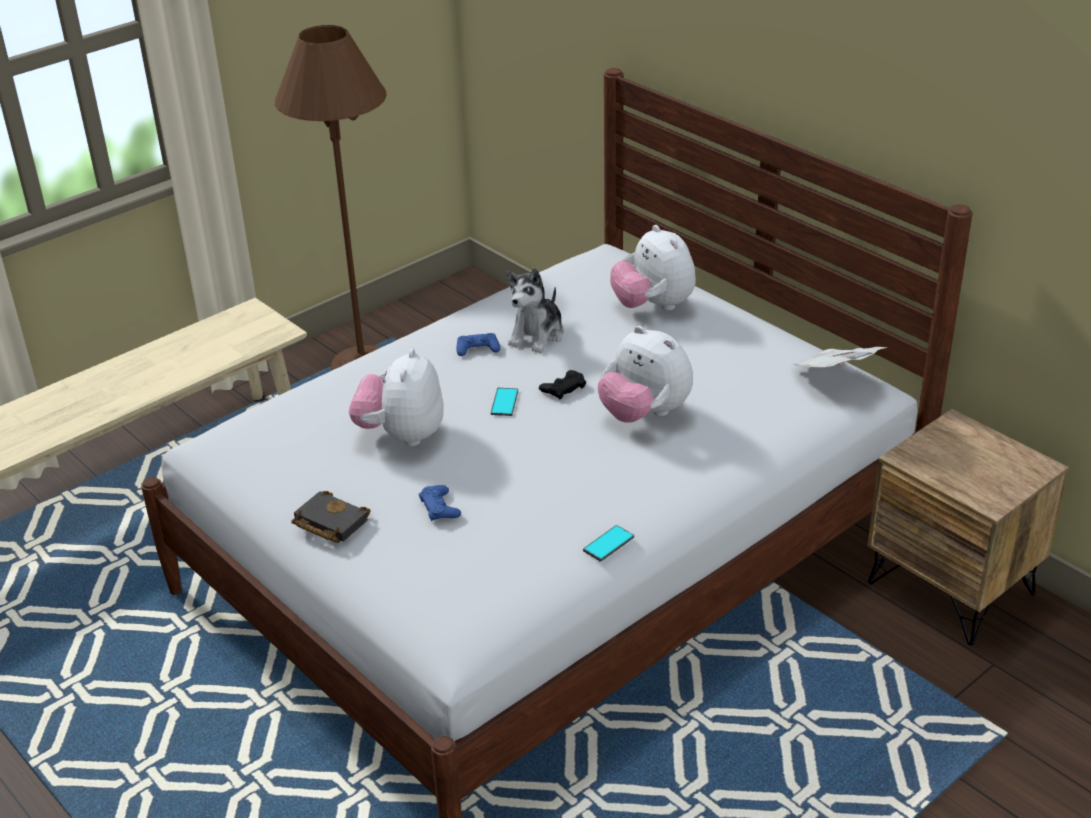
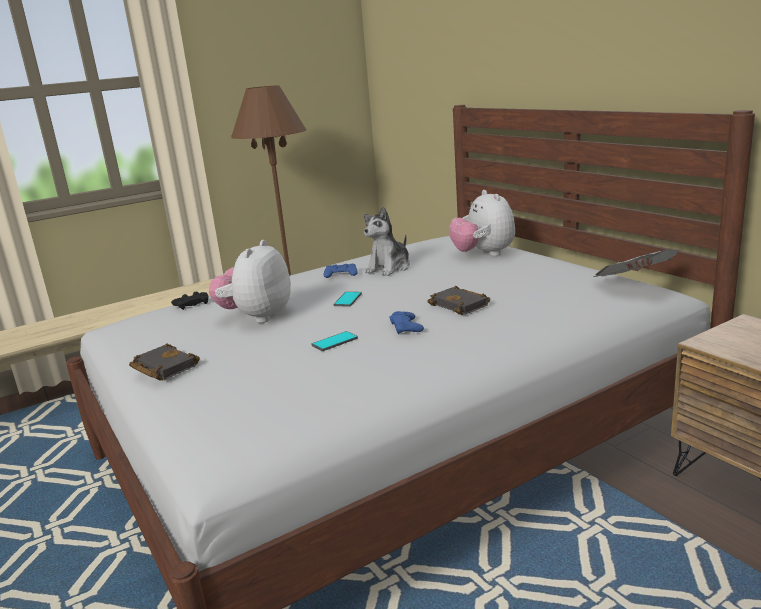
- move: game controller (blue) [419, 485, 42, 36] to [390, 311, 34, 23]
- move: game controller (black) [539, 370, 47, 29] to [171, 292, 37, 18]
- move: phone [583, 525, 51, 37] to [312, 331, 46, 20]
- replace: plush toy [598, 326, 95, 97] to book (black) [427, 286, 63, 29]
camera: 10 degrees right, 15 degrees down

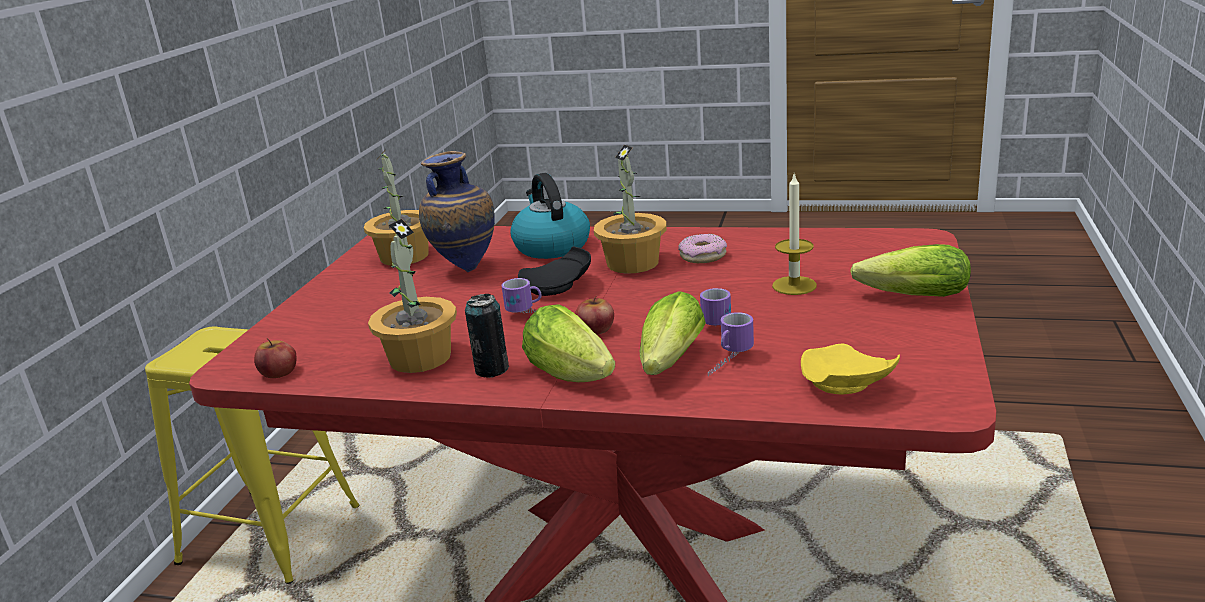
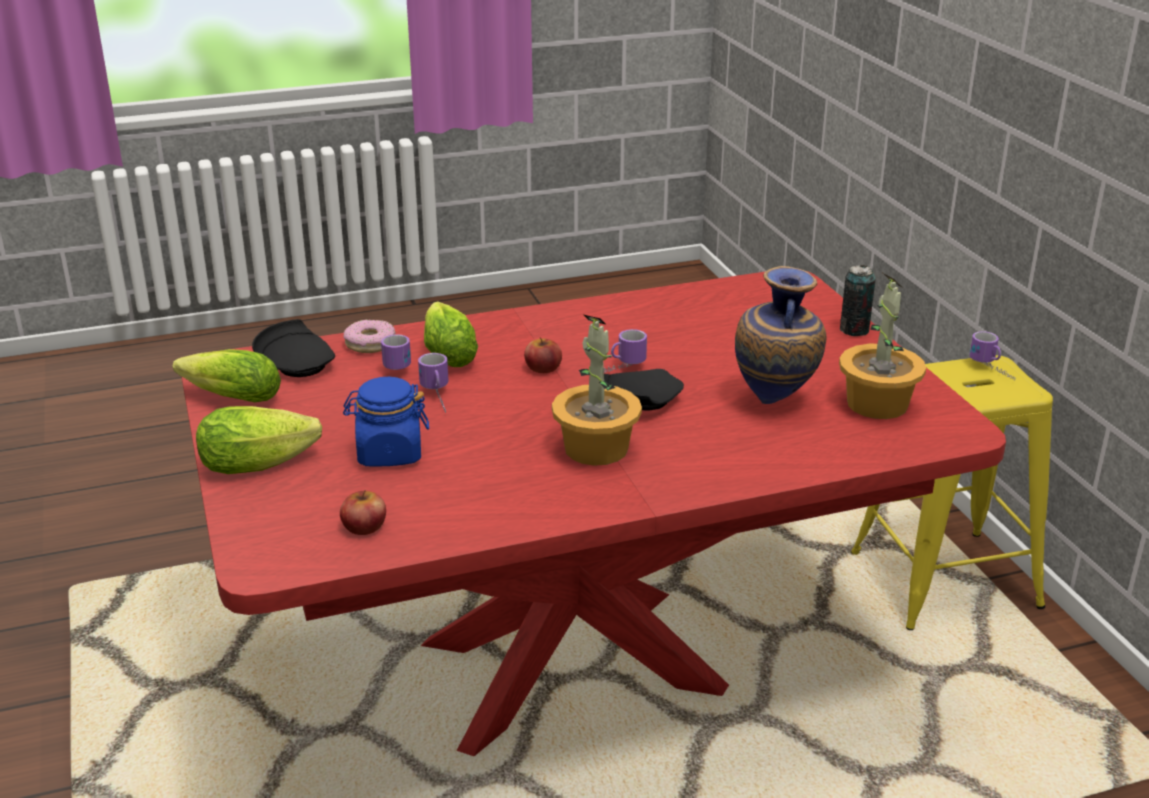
- delete: potted plant [368, 219, 89, 154]
- delete: kettle [510, 173, 80, 86]
- insert: mug [970, 331, 45, 50]
- move: apple [254, 338, 42, 40] to [340, 490, 46, 45]
- move: can [465, 294, 44, 84] to [840, 265, 36, 71]
- move: lettuce [522, 304, 93, 78] to [172, 349, 109, 53]
- move: donut [678, 234, 49, 29] to [344, 320, 51, 33]
- replace: candle [772, 174, 45, 121] to jar (blue) [343, 377, 86, 90]
- recolor: plate (yellow) [801, 344, 99, 51] to plate (black) [252, 319, 83, 58]
camera: 145 degrees right, 5 degrees up

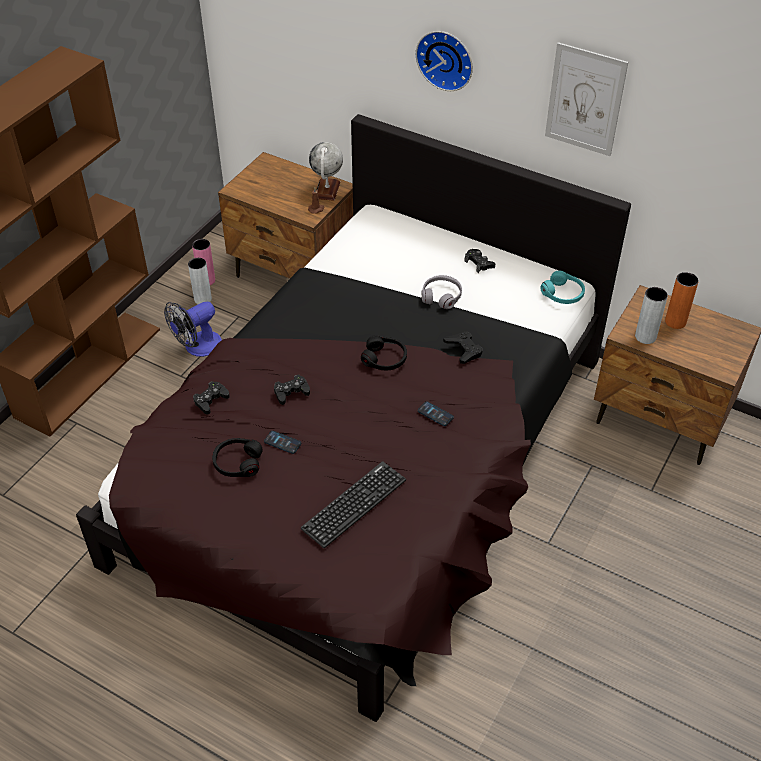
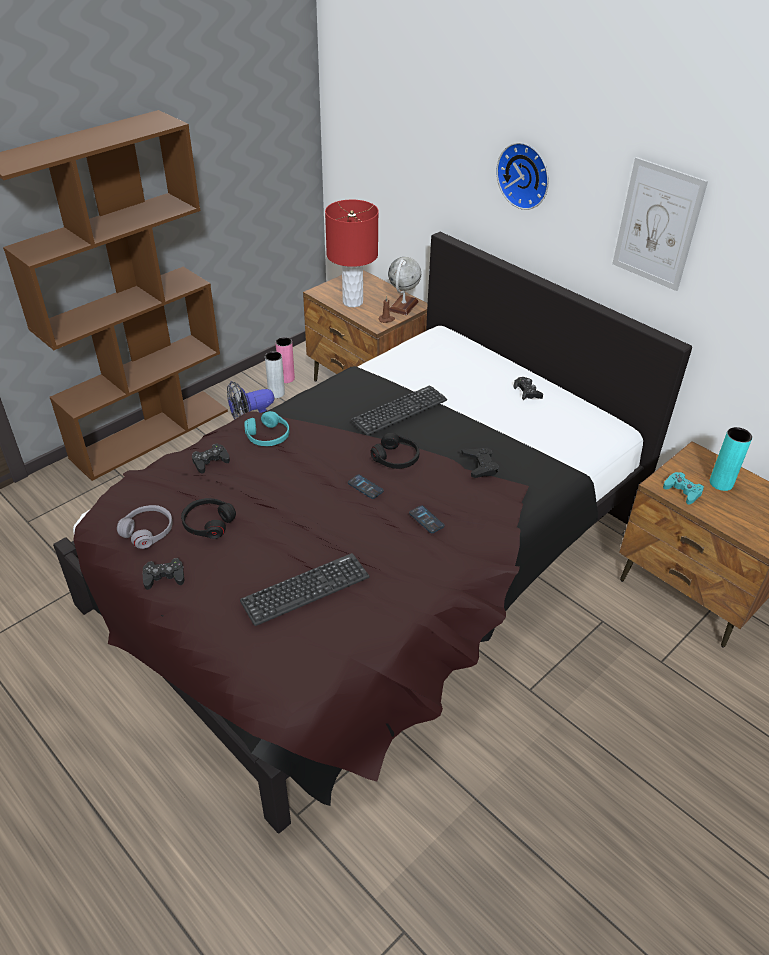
- insert: table lamp (red) [325, 200, 54, 107]
- insert: keyboard [351, 385, 96, 51]
- move: phone [264, 431, 37, 23] to [348, 475, 36, 24]
- move: game controller (black) [274, 375, 36, 30] to [143, 558, 41, 32]
- move: headphones (grey) [422, 275, 40, 34] to [117, 505, 56, 44]
- move: headphones (turquoise) [540, 271, 45, 33] to [244, 411, 45, 35]
- replace: vase (grey) [635, 287, 33, 57] to game controller (turquoise) [663, 472, 41, 32]
- recolor: vase (orange) [665, 272, 34, 57] to vase (turquoise) [710, 427, 42, 64]
camera: 15 degrees right, 5 degrees down

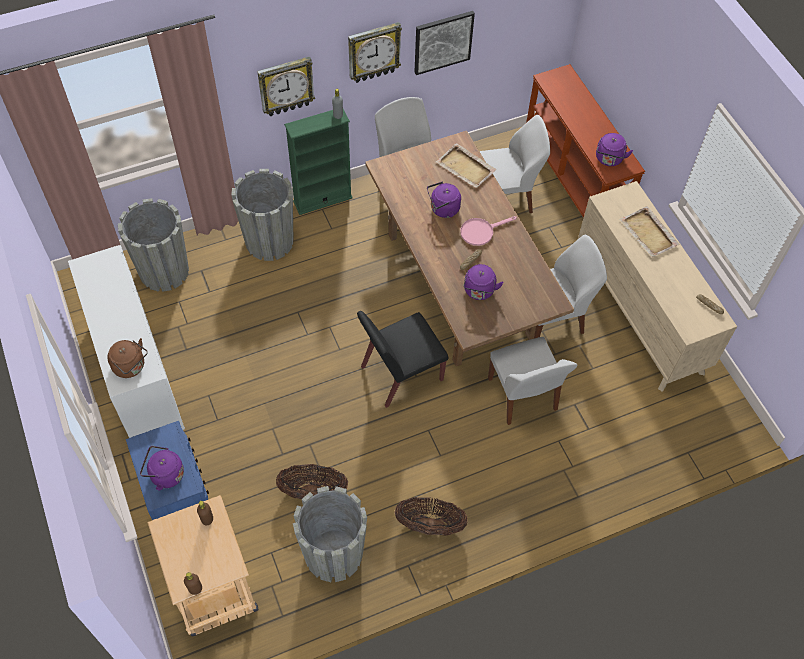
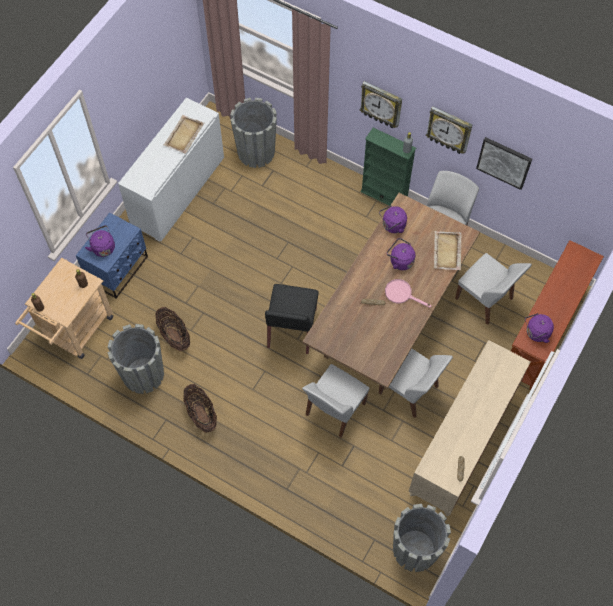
- delete: kettle (brown) [107, 338, 41, 40]
- move: planter (grey) [231, 169, 62, 92] to [393, 504, 58, 68]
- move: kettle (purple) [464, 264, 40, 36] to [379, 206, 28, 27]
- move: tray (beige) [620, 206, 59, 51] to [164, 115, 40, 39]
- rotate: chair (black) [357, 311, 91, 97] = [265, 284, 54, 70] 105 degrees counterclockwise
camera: 55 degrees right, 5 degrees up

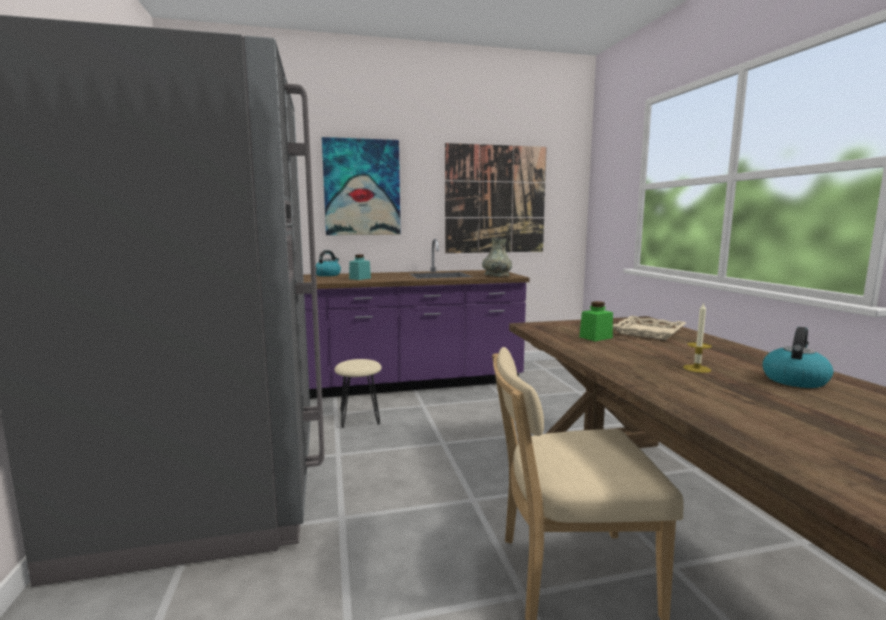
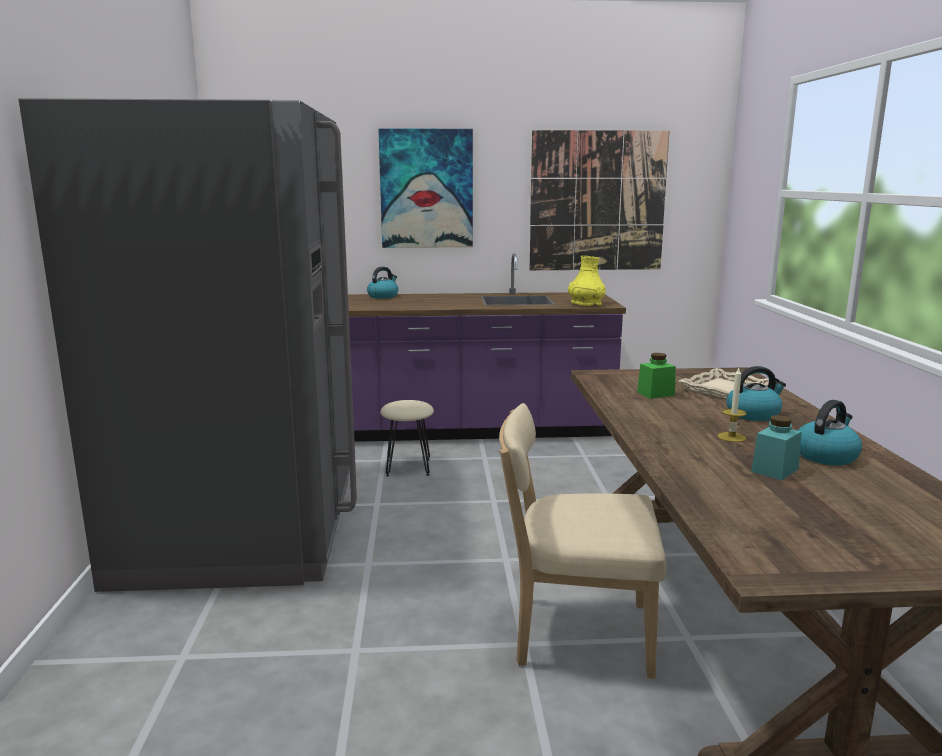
- insert: kettle [726, 366, 60, 55]
- move: jar (turquoise) [349, 254, 22, 26] to [751, 415, 50, 65]
- recolor: vase (grey) [482, 238, 30, 39] to vase (yellow) [568, 256, 38, 50]
camera: 10 degrees right, 5 degrees up

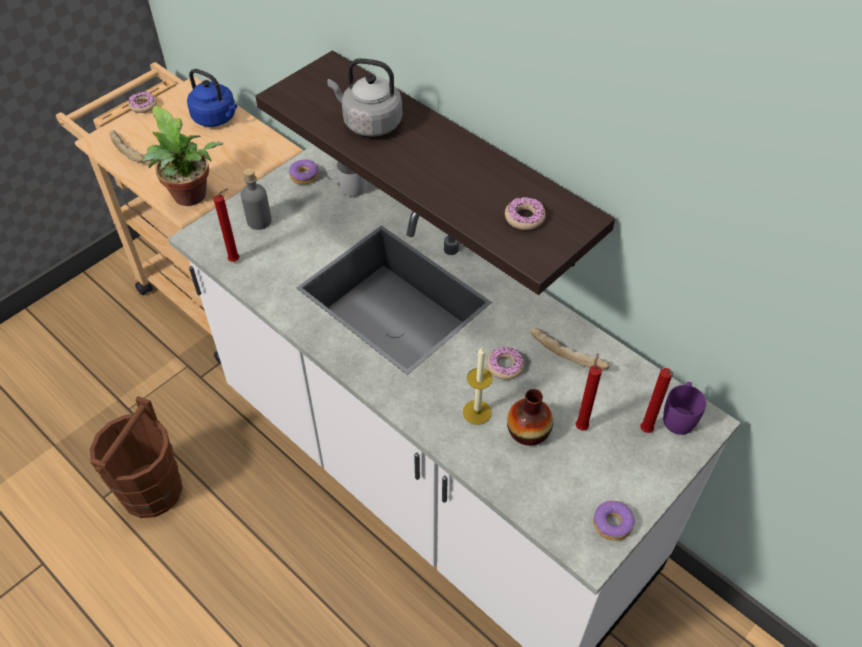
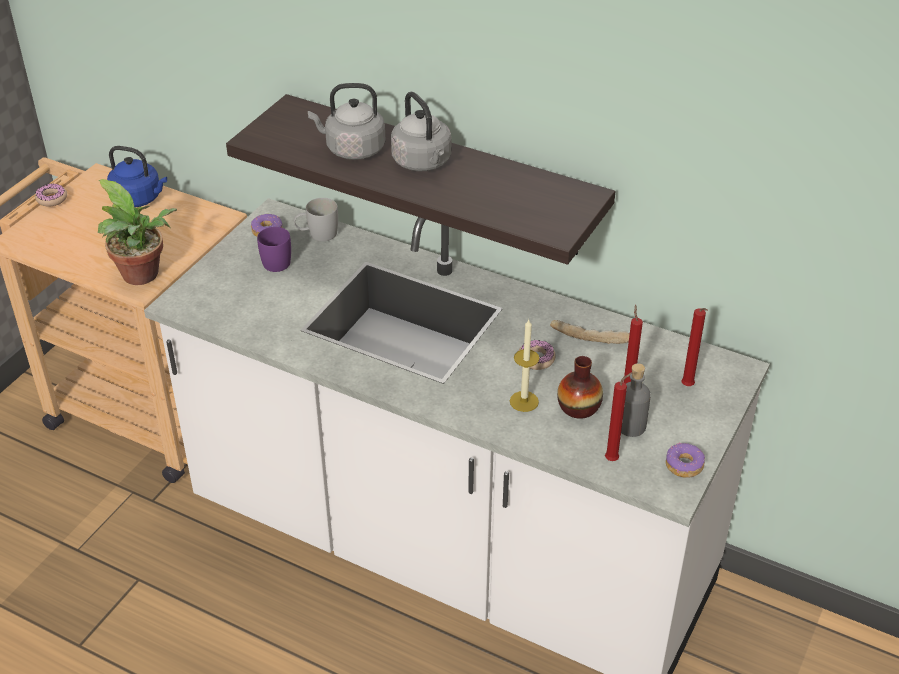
- delete: bucket (brown) [90, 396, 93, 122]
- delete: bread [109, 130, 35, 33]
- delete: donut [505, 197, 41, 33]
- insert: kettle (grey) [391, 92, 60, 79]
- move: candle (red) [214, 189, 26, 73] to [605, 372, 28, 89]
- move: bottle (grey) [241, 168, 31, 62] to [621, 363, 30, 74]
- move: mug (purple) [663, 382, 43, 53] to [257, 227, 34, 45]
camera: 15 degrees left, 10 degrees down

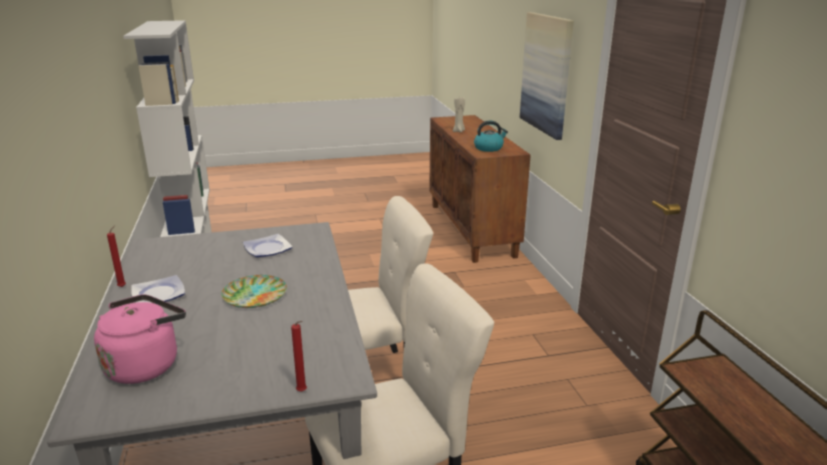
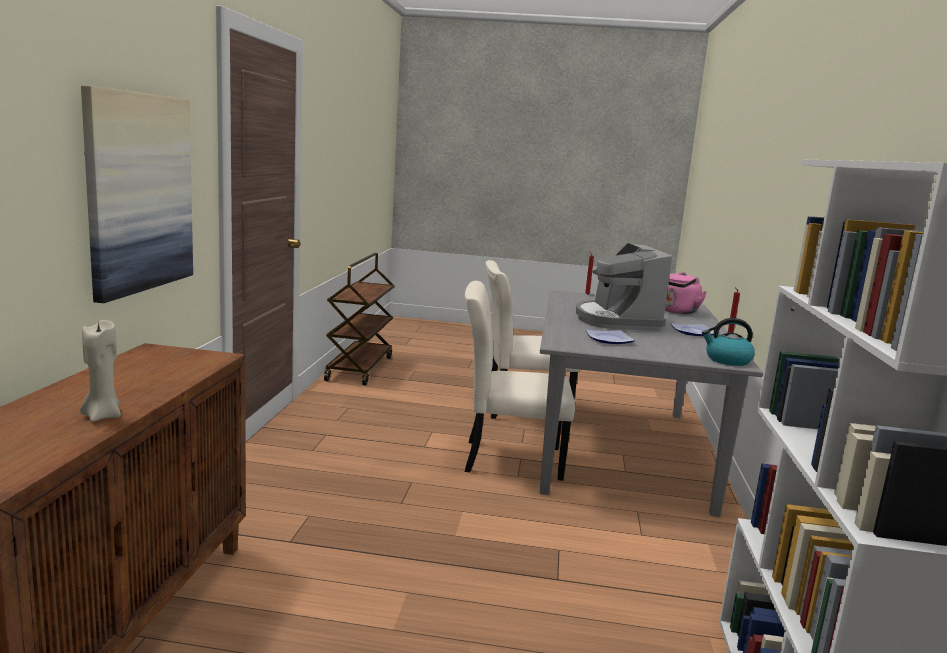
- move: kettle [474, 120, 34, 32] to [702, 318, 53, 48]
- replace: plate [221, 275, 66, 33] to coffee machine [576, 243, 96, 88]
camera: 160 degrees left, 10 degrees down

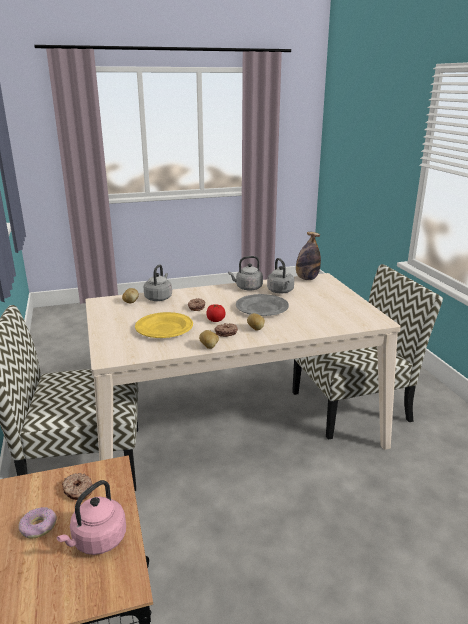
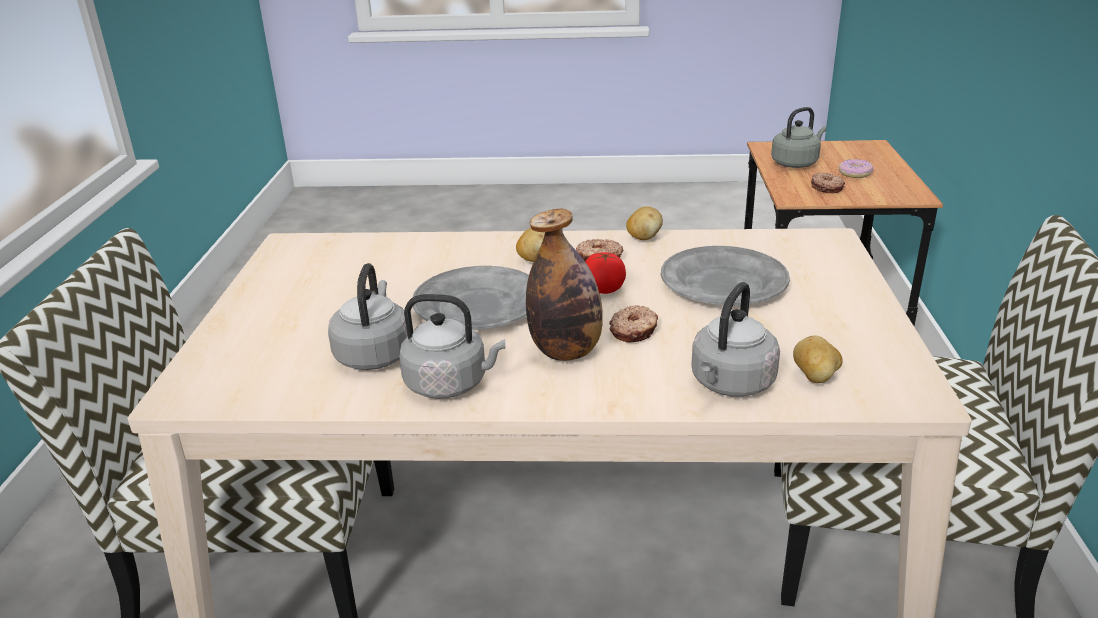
- move: bottle [296, 232, 25, 48] to [526, 209, 77, 152]
- recolor: kettle (pink) [57, 480, 69, 75] to kettle (grey) [771, 107, 56, 61]
- recolor: plate (yellow) [135, 312, 58, 26] to plate (grey) [661, 246, 129, 59]
camera: 160 degrees left, 5 degrees up

